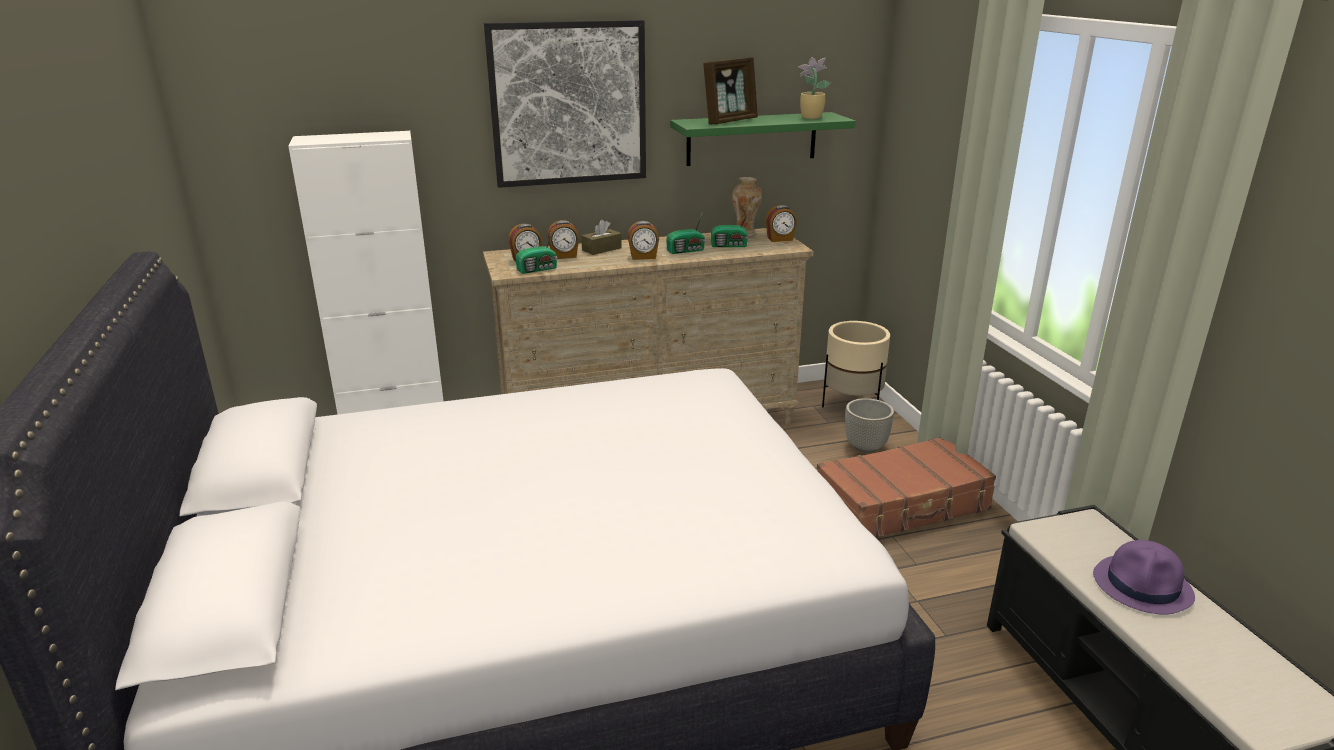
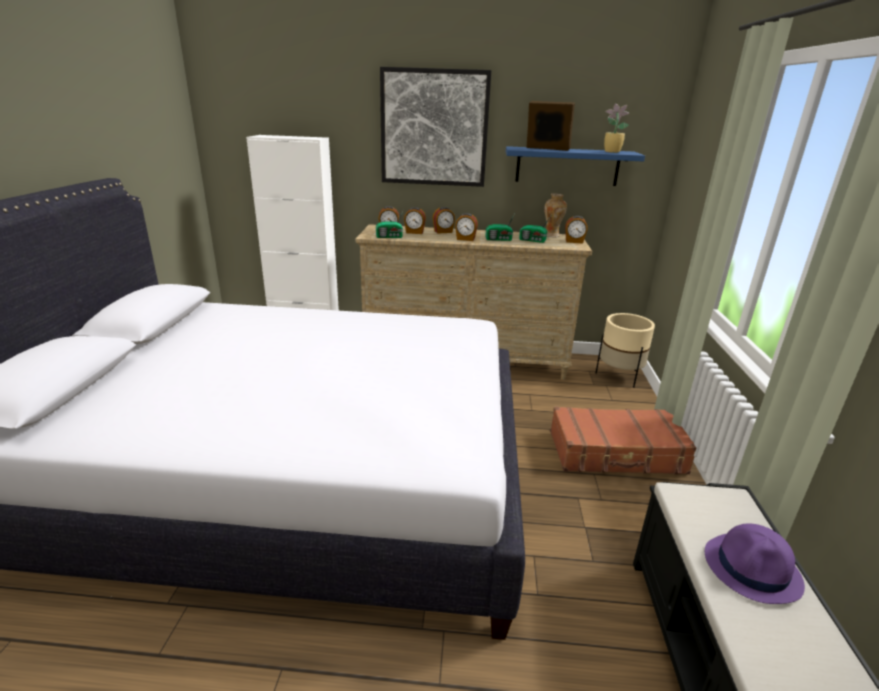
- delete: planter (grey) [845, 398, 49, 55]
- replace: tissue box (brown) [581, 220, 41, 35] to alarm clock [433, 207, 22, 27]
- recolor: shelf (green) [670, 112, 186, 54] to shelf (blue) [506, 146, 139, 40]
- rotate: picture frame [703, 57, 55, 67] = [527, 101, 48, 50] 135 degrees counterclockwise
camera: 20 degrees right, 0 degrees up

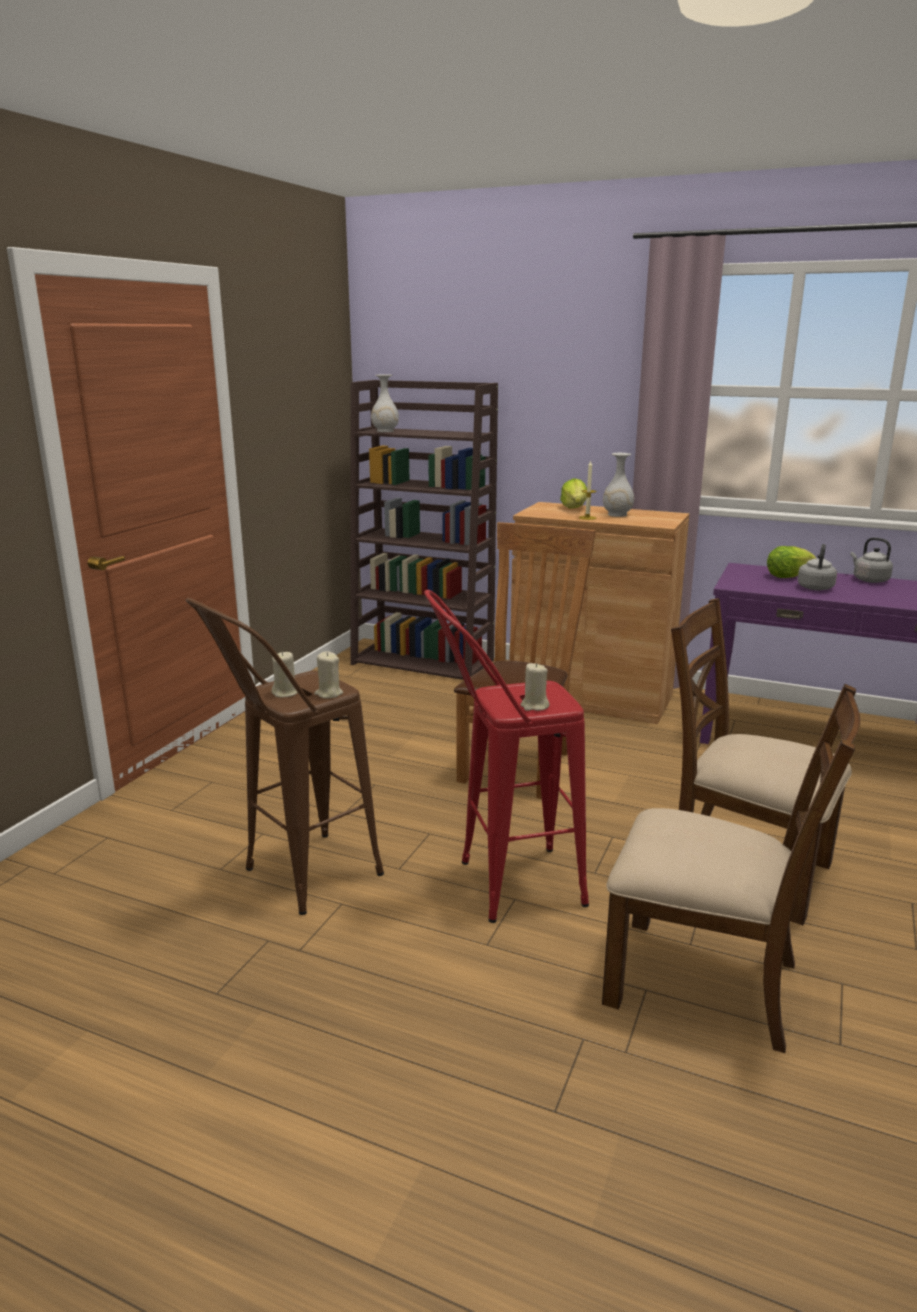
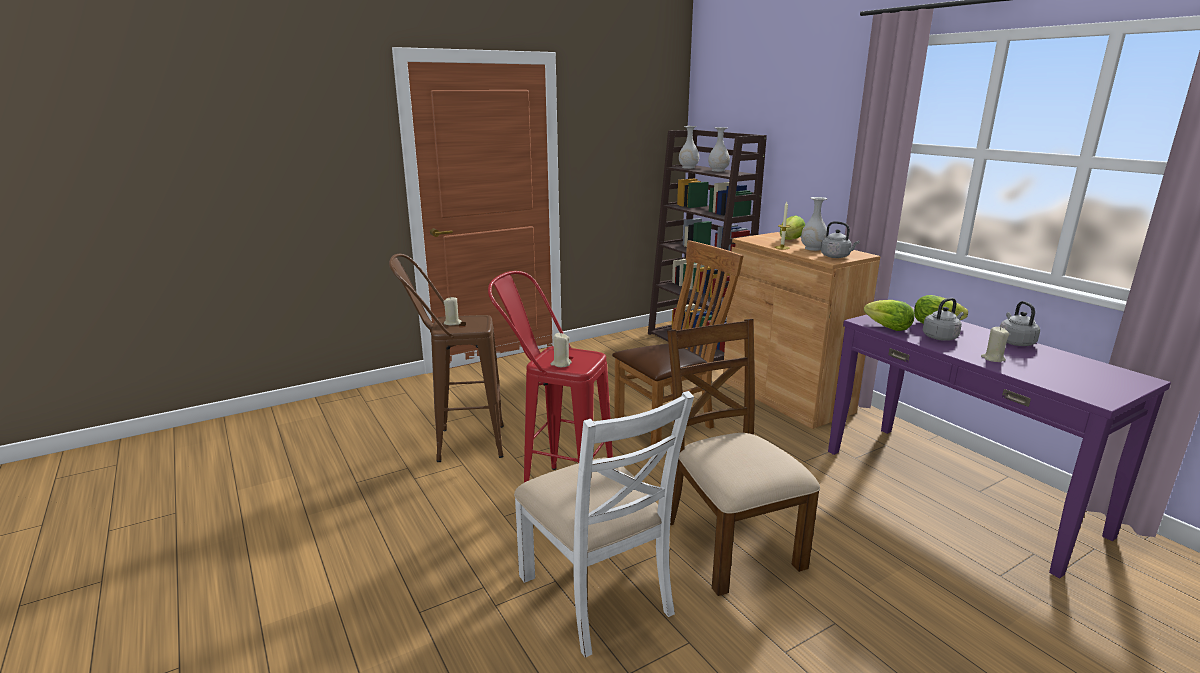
- insert: vase (white) [708, 127, 22, 45]
- insert: kettle (grey) [821, 221, 39, 37]
- insert: lettuce [864, 300, 50, 31]
- move: candle (beige) [314, 651, 29, 48] to [981, 327, 29, 35]
- recolor: chair (brown) [602, 684, 258, 369] to chair (white) [514, 391, 180, 267]
camera: 35 degrees right, 0 degrees up

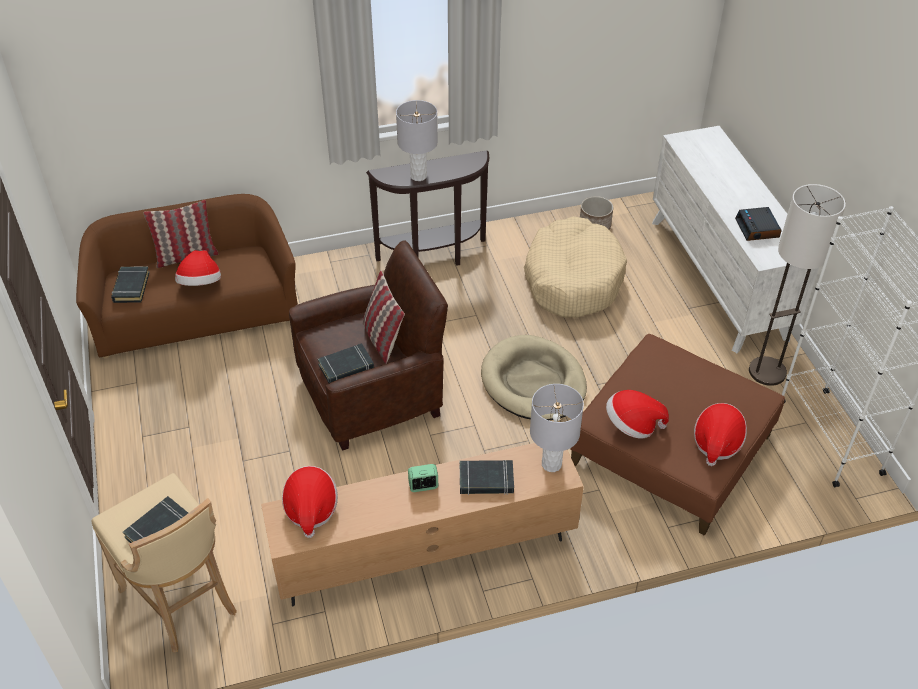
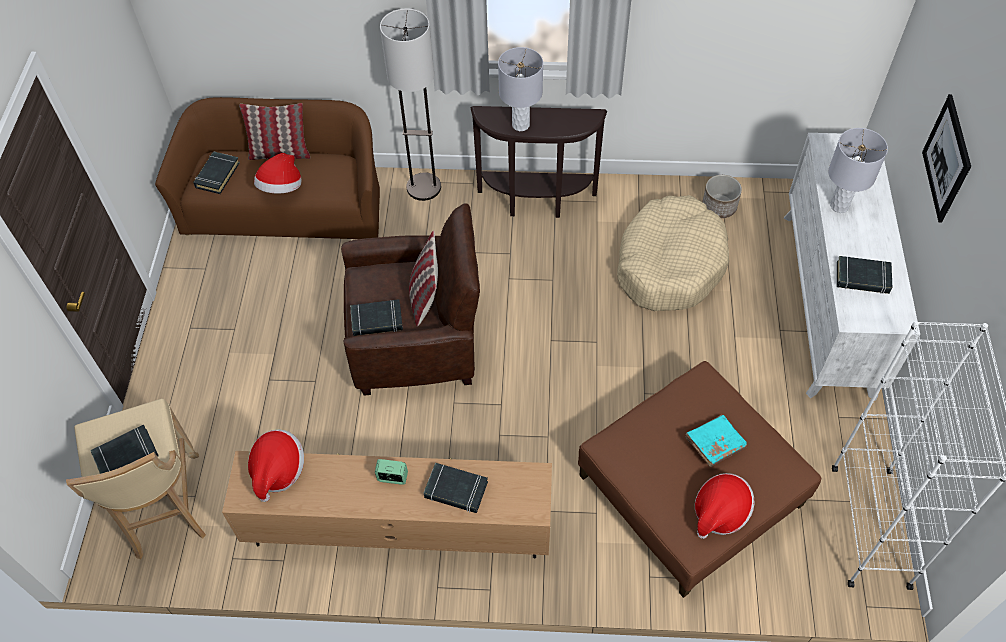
- delete: dog bed (beige) [481, 335, 106, 85]
- delete: hat [606, 390, 63, 48]
- insert: book (turquoise) [685, 415, 62, 52]
- insert: picture [922, 94, 49, 128]
- move: table lamp (grey) [530, 384, 54, 88] to [828, 128, 60, 85]
- move: floor lamp [749, 184, 97, 202] to [380, 8, 61, 193]
- replace: alarm clock [735, 207, 47, 34] to book (black) [837, 256, 55, 38]
camera: 20 degrees right, 10 degrees up

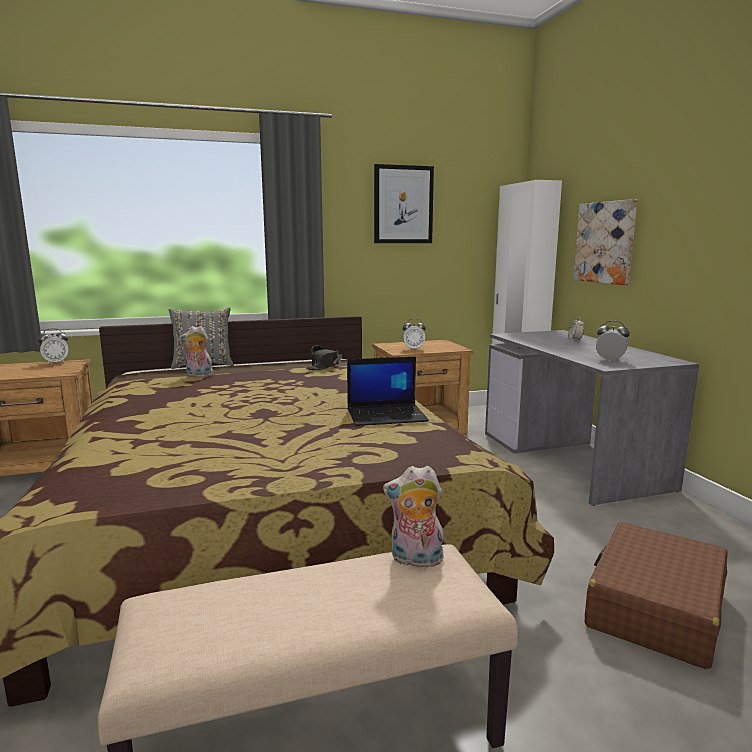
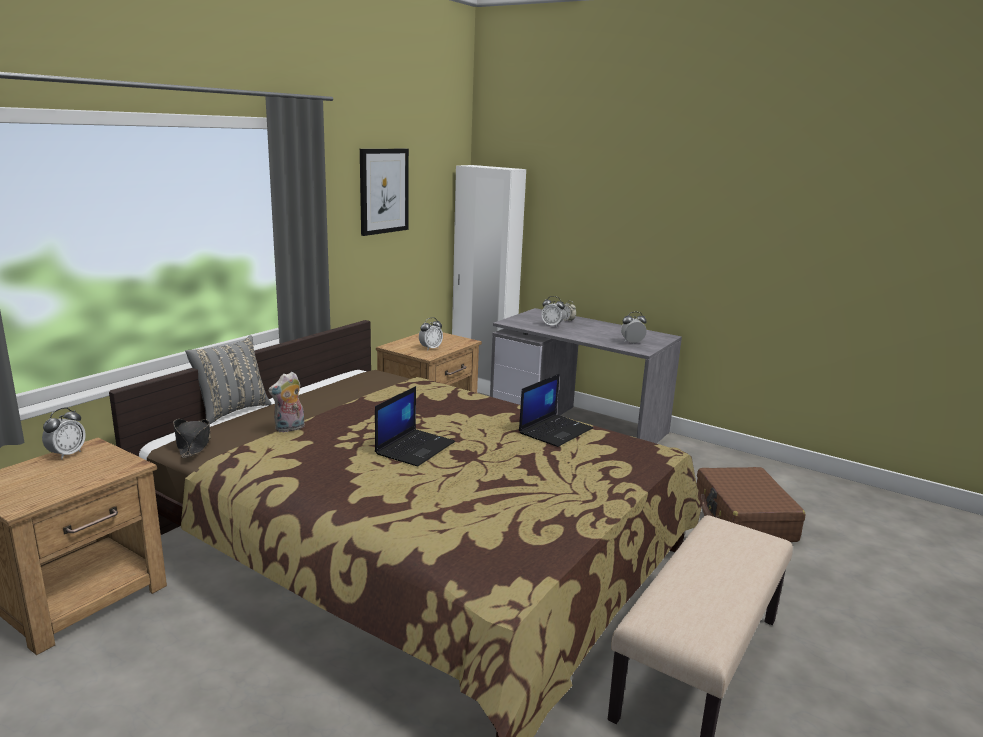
- delete: plush toy [383, 466, 61, 103]
- delete: picture [573, 199, 64, 86]
- insert: laptop [375, 386, 80, 81]
- insert: alarm clock [541, 296, 24, 31]
- move: hat (black) [306, 346, 37, 24] to [173, 419, 38, 39]
camera: 40 degrees left, 5 degrees up

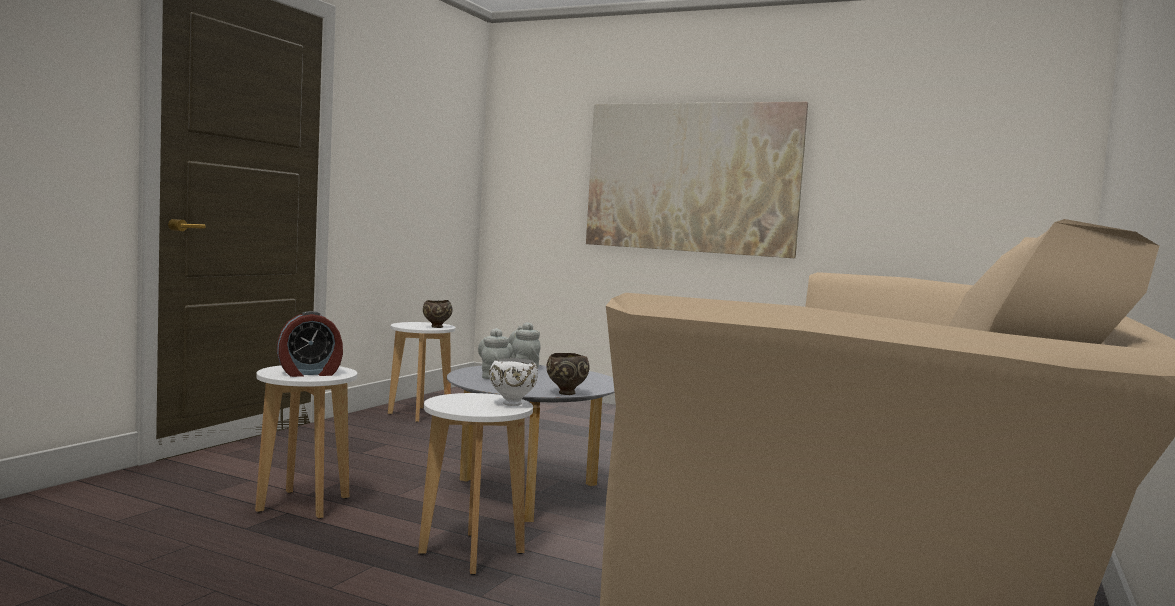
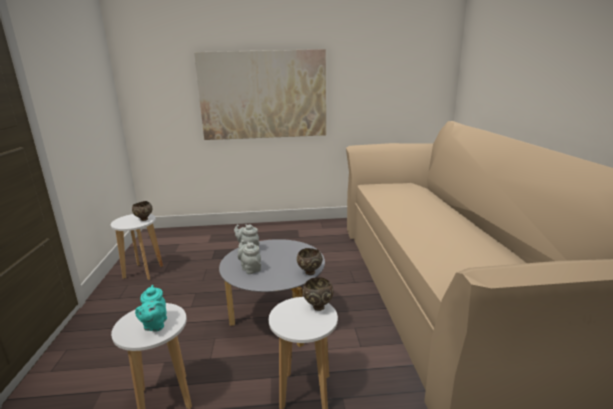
- replace: alarm clock [277, 311, 66, 66] to teapot (turquoise) [135, 285, 32, 46]
- recolor: bowl (white) [489, 358, 49, 48] to bowl (brown) [303, 277, 31, 34]
camera: 30 degrees left, 15 degrees up

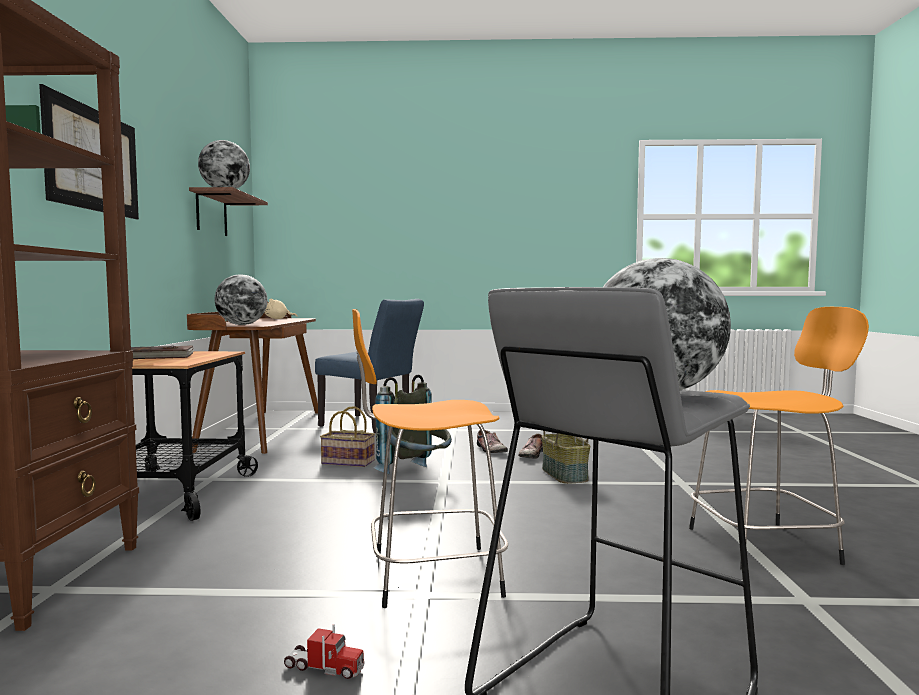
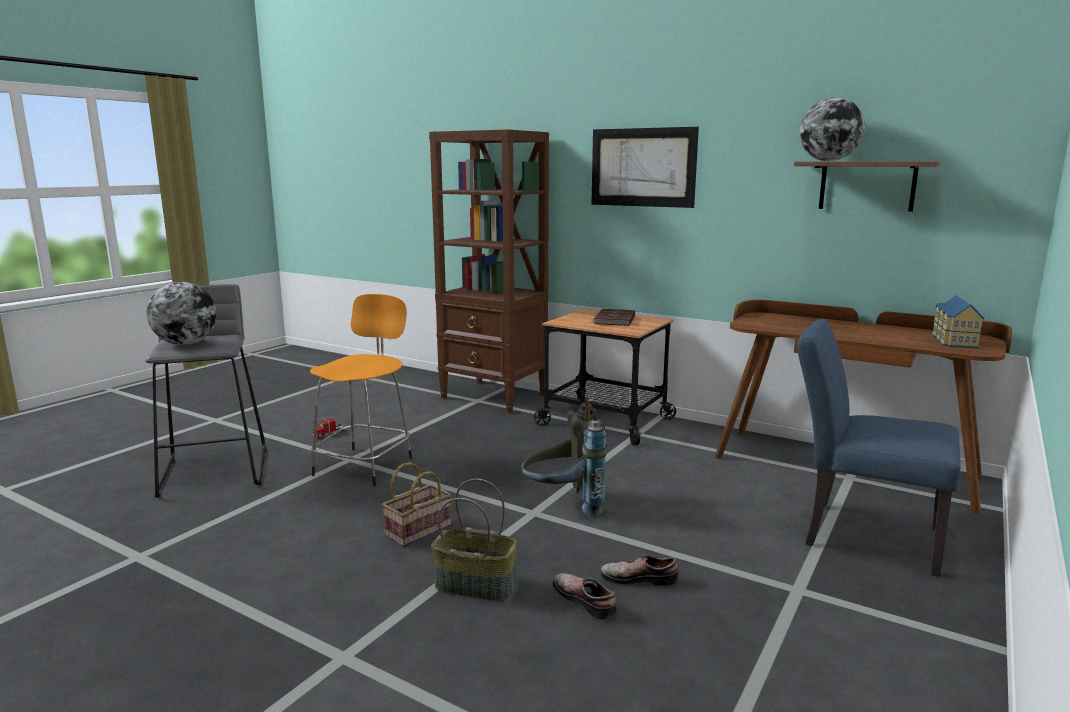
- delete: globe [215, 274, 53, 51]
- delete: stool (orange) [689, 307, 180, 263]
- move: basket [320, 406, 55, 61] to [382, 462, 69, 85]
- replace: plush toy (beige) [265, 298, 33, 21] to toy house [932, 295, 53, 54]
- rotate: chair (blue) [315, 299, 109, 134] = [797, 319, 164, 258] 60 degrees clockwise
camera: 120 degrees right, 10 degrees up

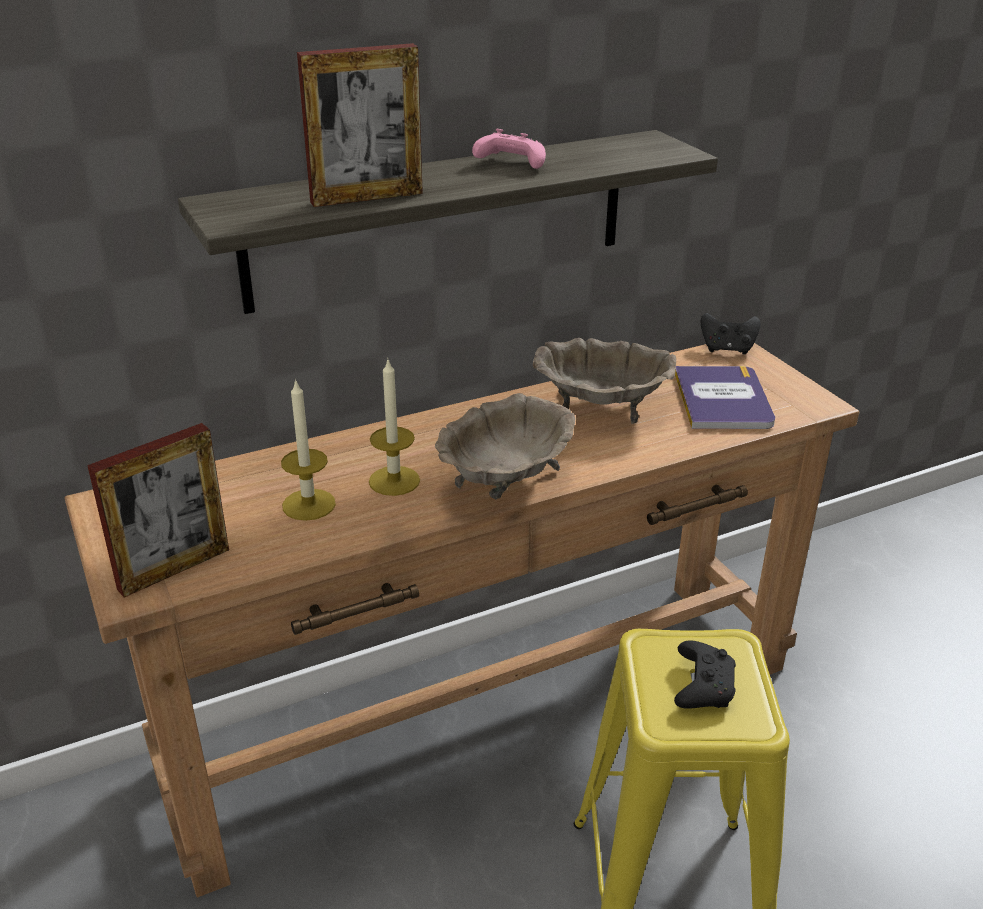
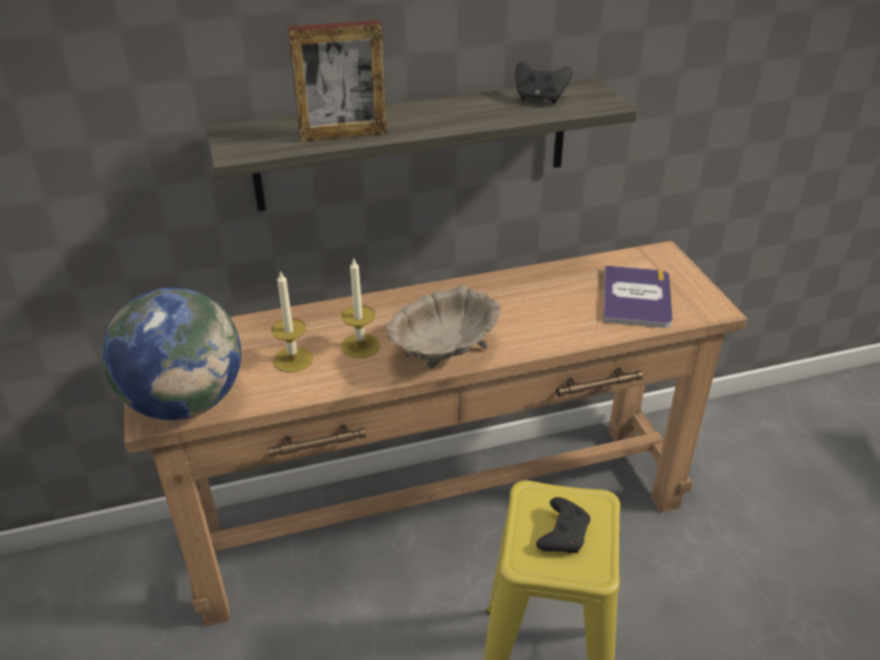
- delete: game controller (pink) [472, 128, 74, 41]
- delete: bowl (beige) [533, 338, 143, 86]
- move: game controller (black) [700, 313, 60, 42] to [515, 61, 58, 43]
- replace: picture frame [87, 423, 142, 174] to globe [102, 287, 139, 133]
camera: 10 degrees right, 5 degrees up

